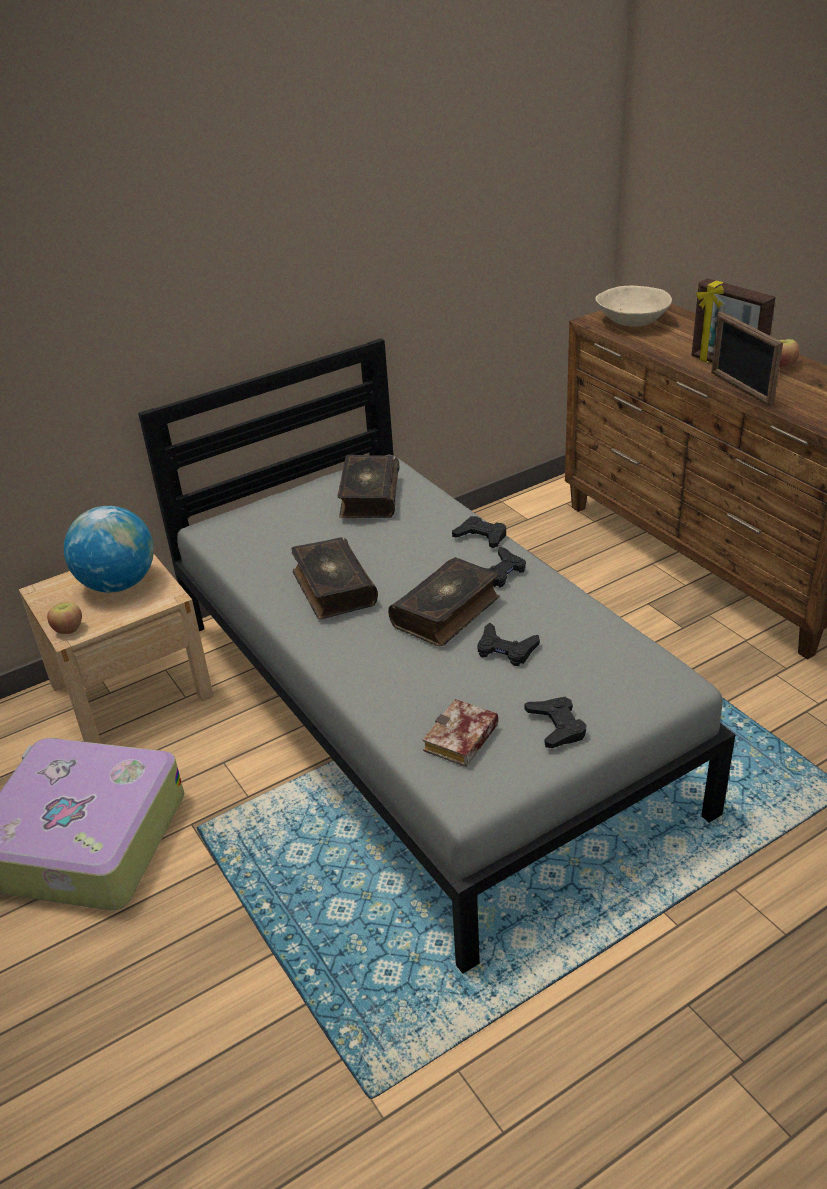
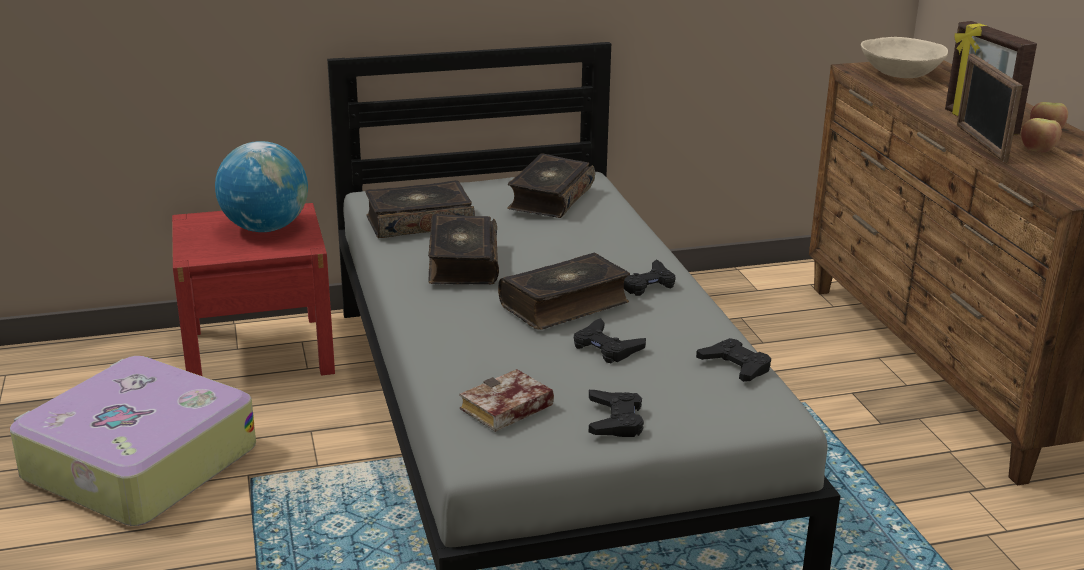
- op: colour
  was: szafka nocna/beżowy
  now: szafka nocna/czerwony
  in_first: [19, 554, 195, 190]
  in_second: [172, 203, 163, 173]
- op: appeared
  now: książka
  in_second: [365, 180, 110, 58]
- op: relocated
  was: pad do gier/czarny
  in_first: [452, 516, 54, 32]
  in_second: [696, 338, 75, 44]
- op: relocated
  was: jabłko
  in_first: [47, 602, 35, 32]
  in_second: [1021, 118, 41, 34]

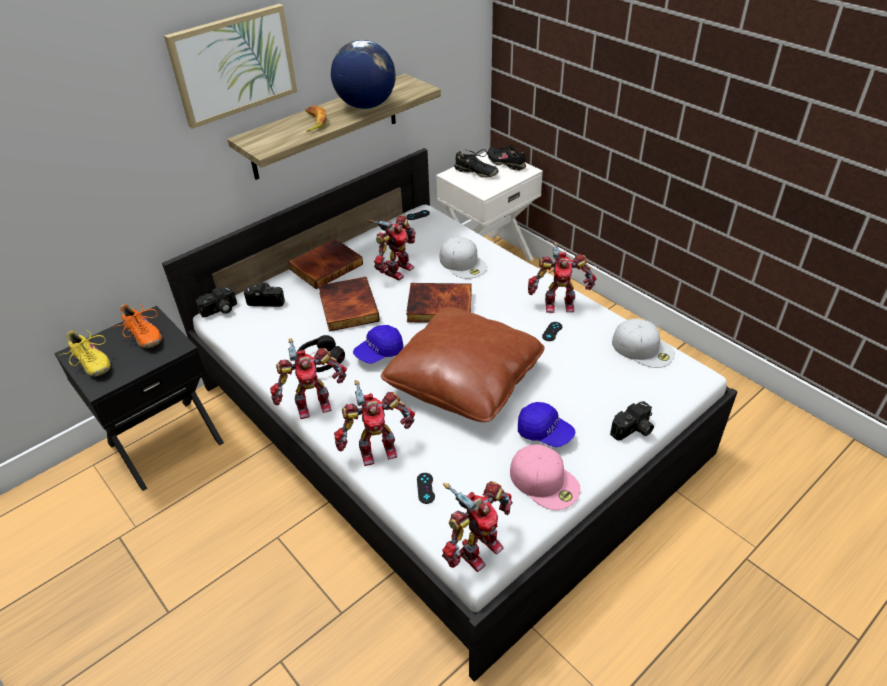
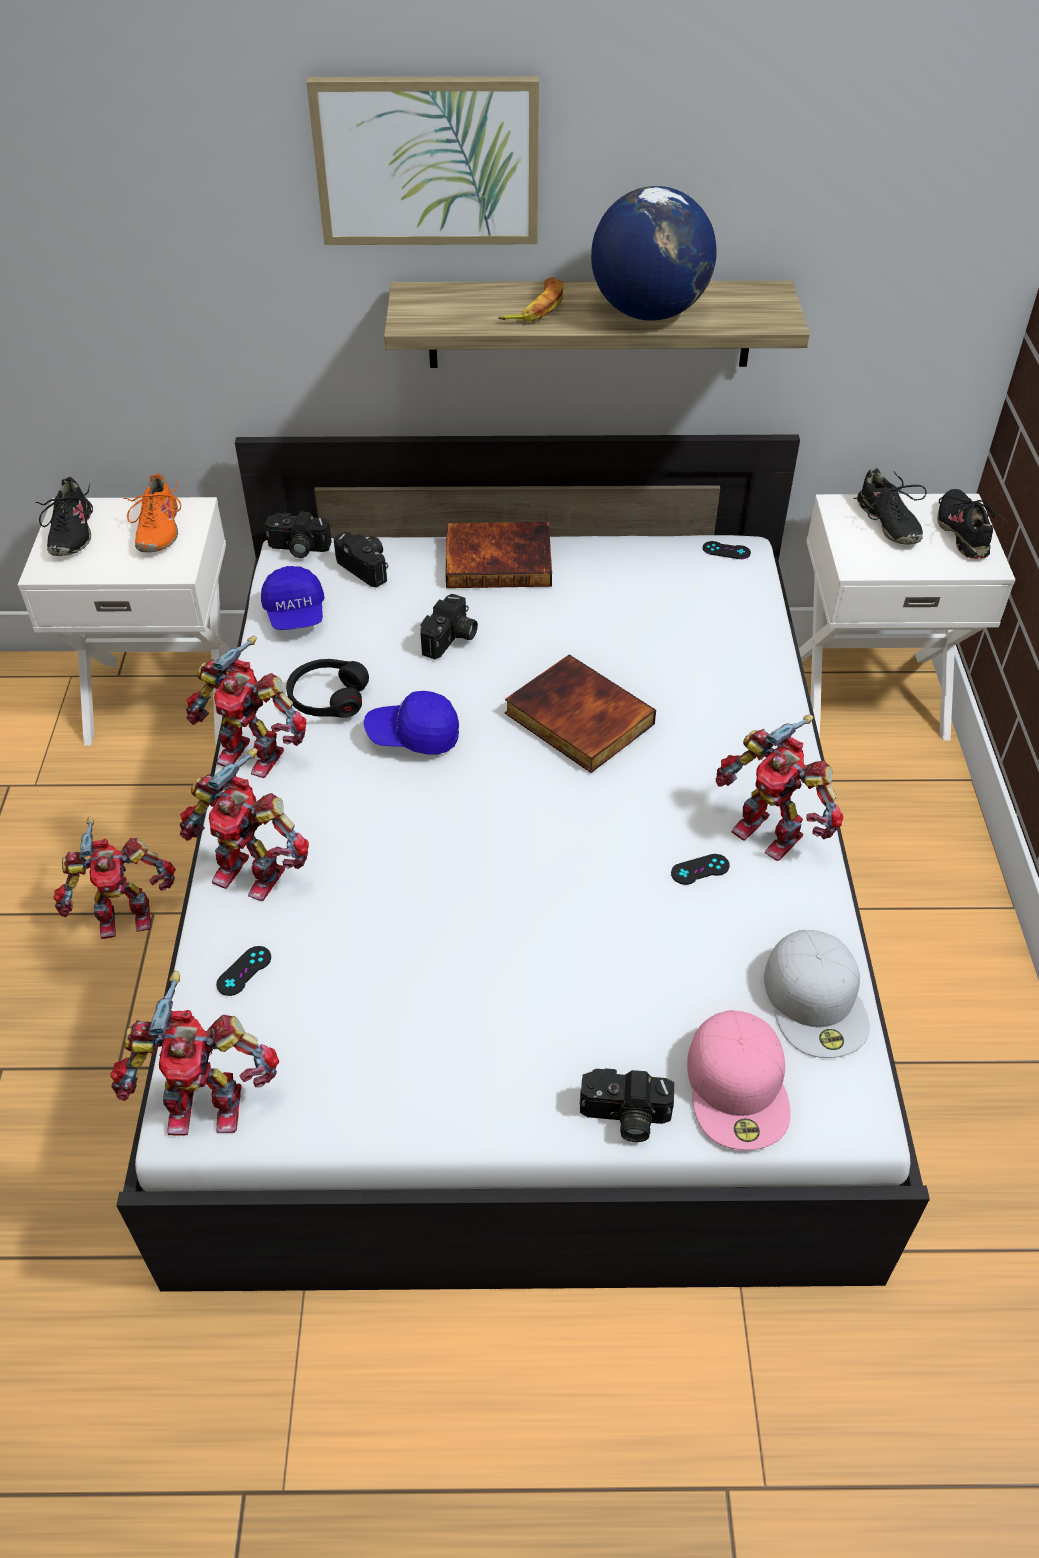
- op: colour
  was: szafka nocna/czarny
  now: szafka nocna/biały
  in_first: [54, 306, 170, 185]
  in_second: [18, 497, 213, 249]
- op: colour
  was: but/żółty
  now: but/czarny
  in_first: [59, 329, 52, 47]
  in_second: [35, 476, 58, 80]
- op: relocated
  was: robot zabawkowy
  in_first: [368, 215, 48, 65]
  in_second: [54, 817, 122, 122]
- op: relocated
  was: czapka z daszkiem/niebieski
  in_first: [518, 402, 57, 45]
  in_second: [261, 566, 64, 64]
- op: exchanged
  was: książka
  now: aparat fotograficzny
  in_first: [318, 277, 62, 55]
  in_second: [420, 594, 58, 65]
- op: relocated
  was: czapka z daszkiem/różowy
  in_first: [510, 444, 71, 66]
  in_second: [687, 1010, 104, 140]
- op: missing
  was: poduszka/brązowy
  in_first: [381, 307, 163, 115]
- op: missing
  was: czapka z daszkiem/biały
  in_first: [440, 237, 47, 42]

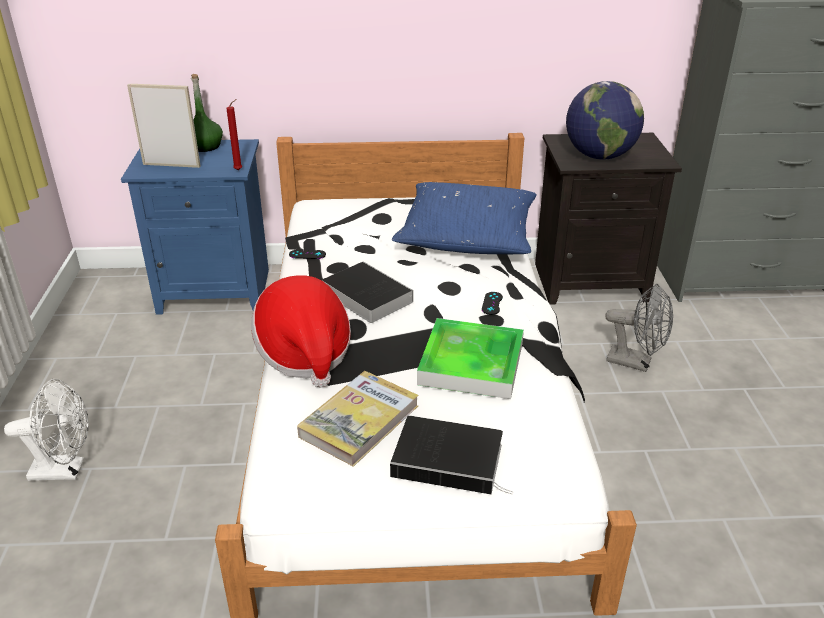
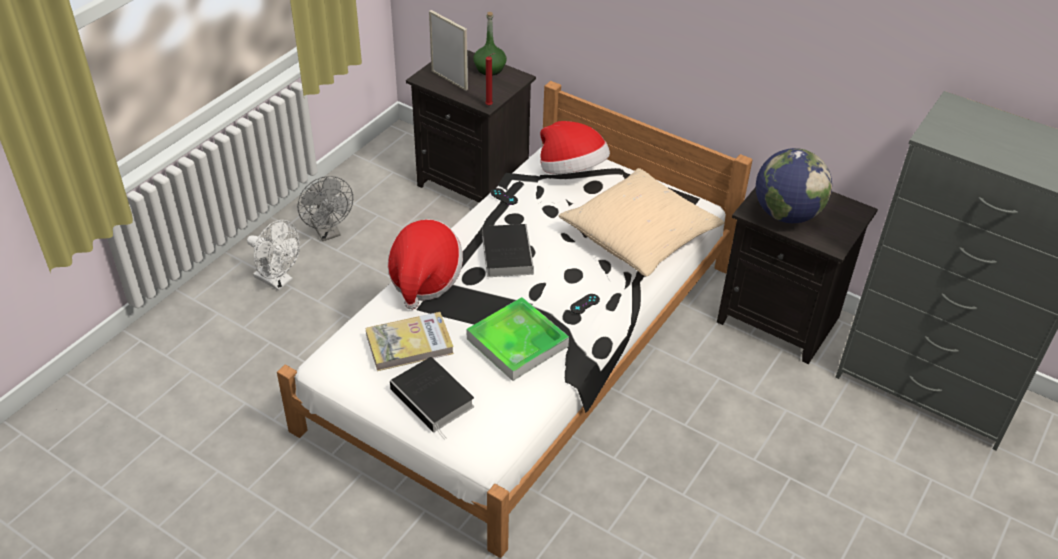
- op: relocated
  was: wentylator/szary
  in_first: [605, 284, 68, 88]
  in_second: [297, 176, 56, 65]
- op: colour
  was: szafka nocna/niebieski
  now: szafka nocna/czarny
  in_first: [121, 139, 148, 176]
  in_second: [406, 50, 130, 153]
- op: appeared
  now: kapelusz
  in_second: [540, 121, 70, 53]
- op: colour
  was: poduszka/niebieski
  now: poduszka/beżowy
  in_first: [392, 182, 145, 72]
  in_second: [558, 168, 167, 109]

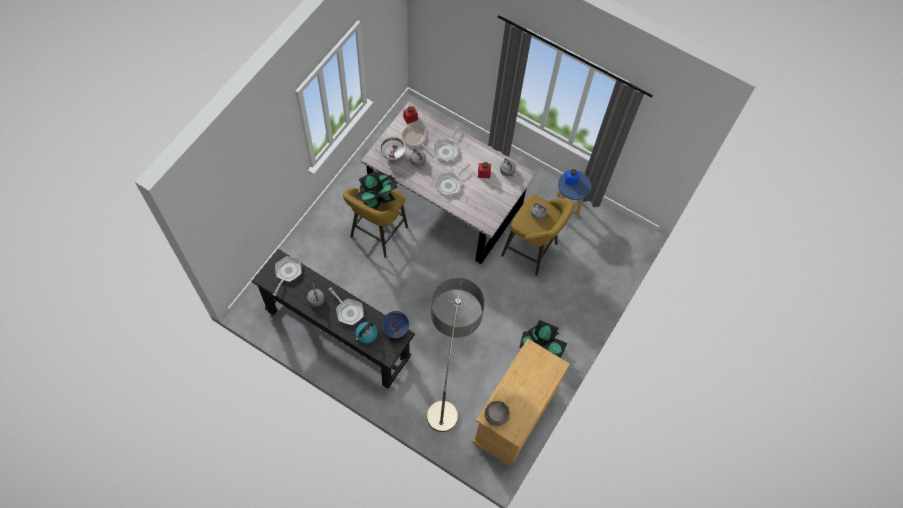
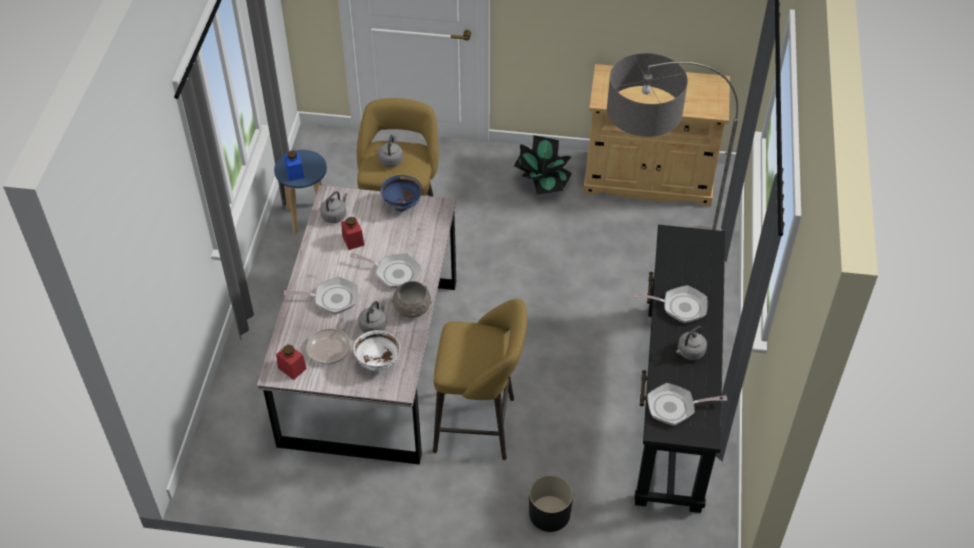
- op: relocated
  was: miska/niebieski
  in_first: [382, 311, 27, 27]
  in_second: [380, 175, 42, 36]
- op: relocated
  was: miska/szary
  in_first: [485, 401, 25, 25]
  in_second: [392, 281, 40, 37]
- op: appeared
  now: donica/czarny
  in_second: [529, 475, 44, 57]
- op: spun
  was: patelnia
  in_first: [328, 287, 36, 38]
  in_second: [633, 285, 75, 38]
  clockwise: 75
- op: missing
  was: roślina doniczkowa
  in_first: [355, 171, 43, 39]
- op: missing
  was: czajnik
  in_first: [355, 322, 23, 22]

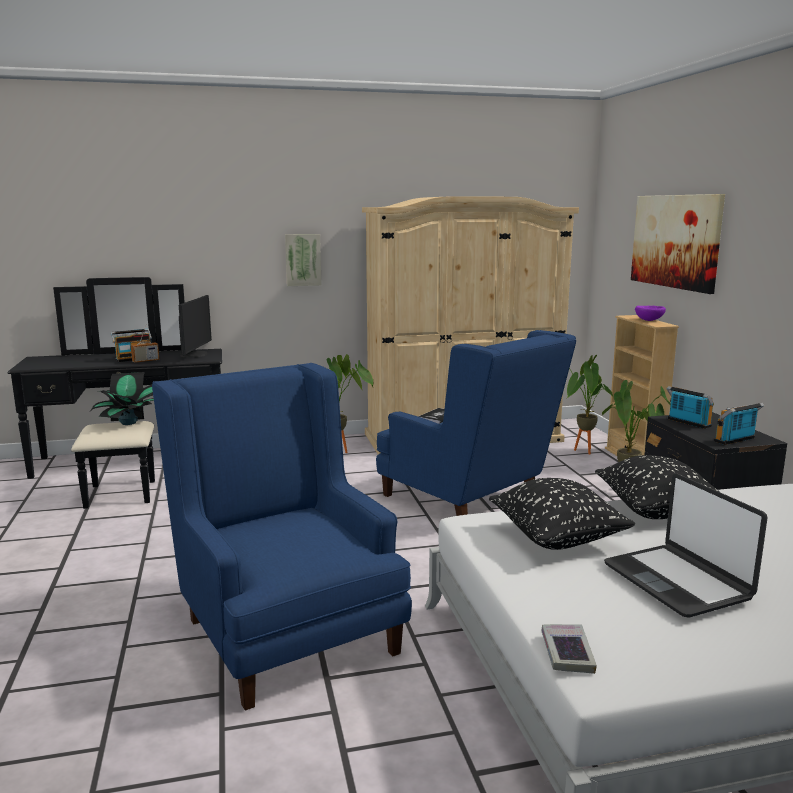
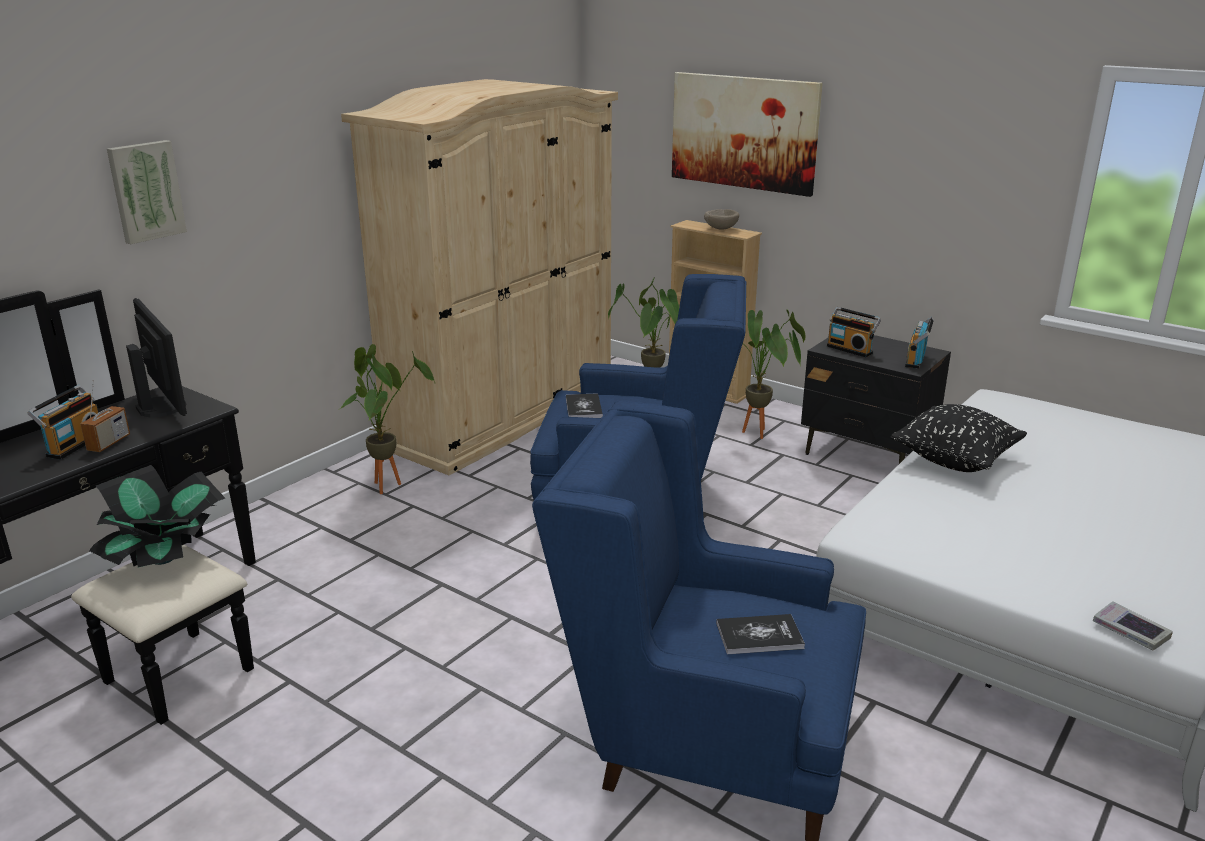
- op: relocated
  was: obraz
  in_first: [285, 234, 37, 52]
  in_second: [107, 140, 80, 104]
- op: colour
  was: miska/fioletowy
  now: miska/beżowy
  in_first: [635, 306, 31, 15]
  in_second: [704, 209, 35, 21]
- op: appeared
  now: książka
  in_second: [716, 614, 89, 40]
- op: spun
  was: radio
  in_first: [666, 386, 48, 43]
  in_second: [827, 307, 54, 50]
  clockwise: -150
- op: missing
  was: poduszka/czarny
  in_first: [489, 478, 146, 72]
- op: missing
  was: laptop
  in_first: [604, 473, 163, 145]

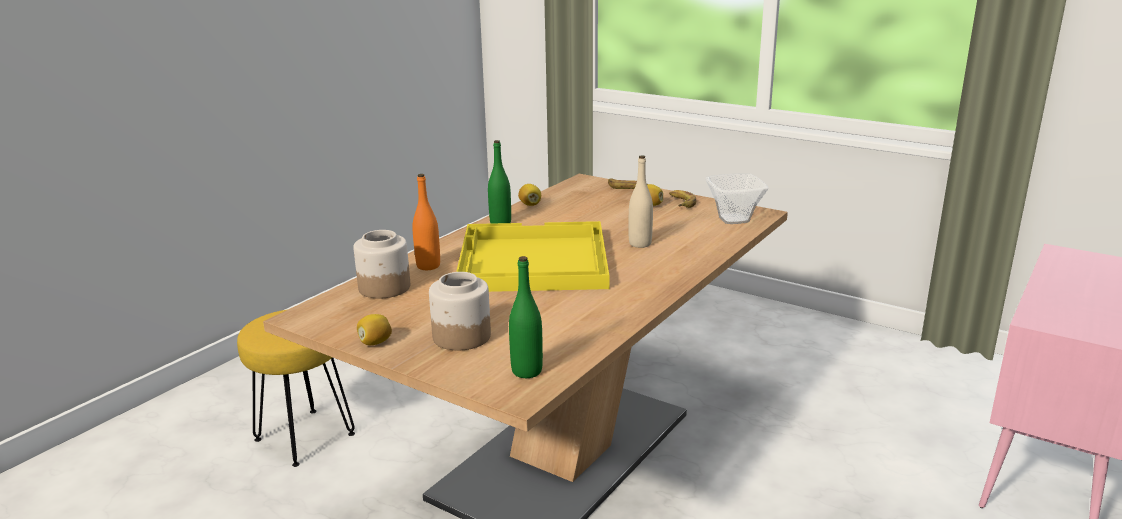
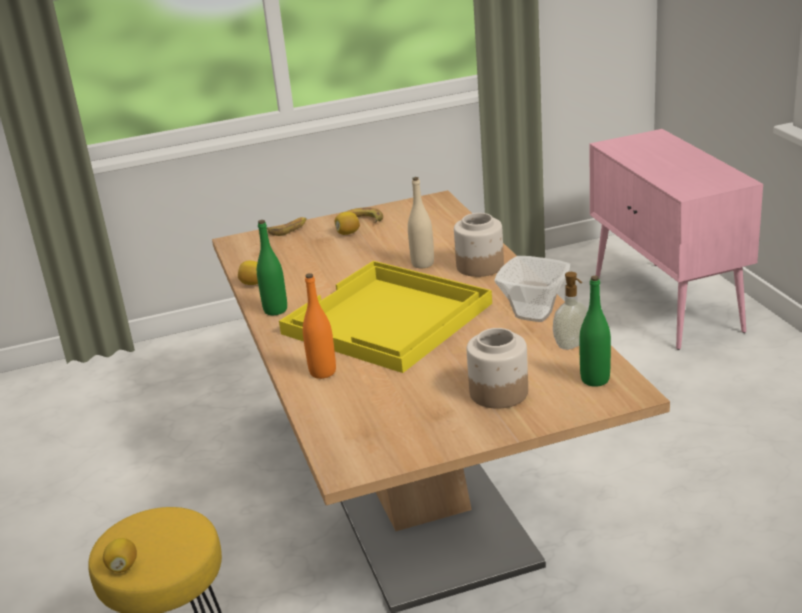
- op: relocated
  was: cytryna
  in_first: [357, 314, 35, 31]
  in_second: [103, 538, 34, 35]
- op: relocated
  was: słoik
  in_first: [353, 230, 57, 69]
  in_second: [454, 213, 50, 64]
- op: relocated
  was: miska
  in_first: [706, 173, 62, 51]
  in_second: [495, 256, 75, 66]
- op: appeared
  now: dozownik mydła
  in_second: [553, 272, 35, 78]

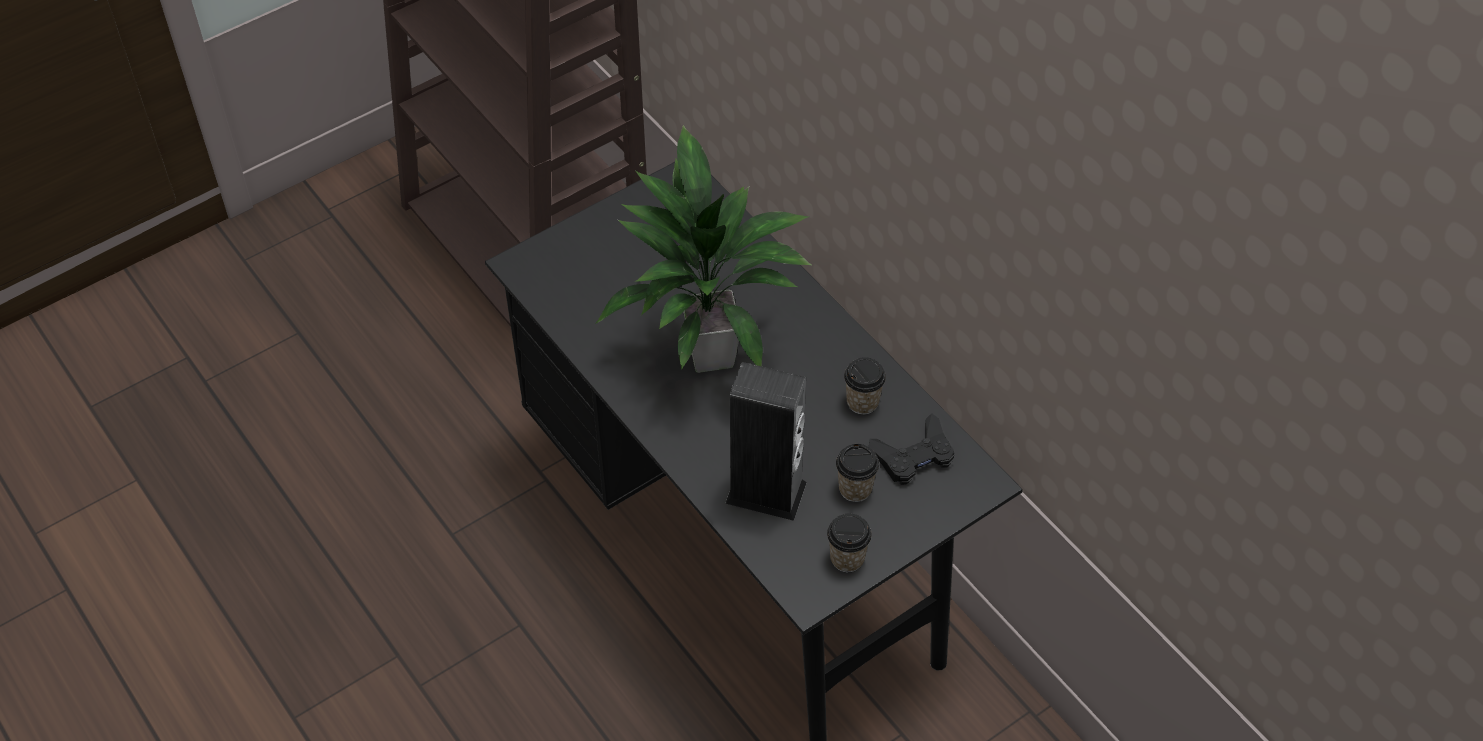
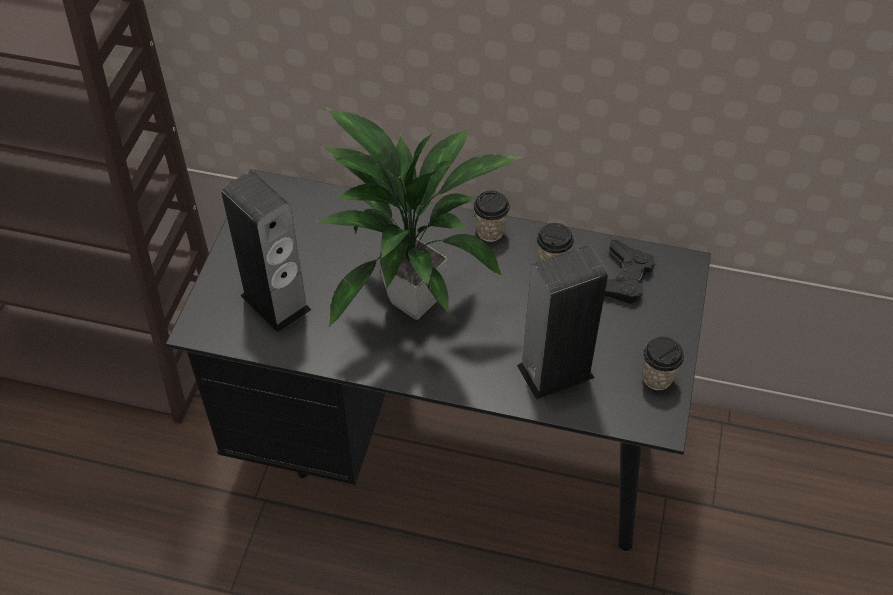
- op: appeared
  now: głośnik
  in_second: [221, 171, 90, 162]
- op: relocated
  was: filiżanka
  in_first: [836, 444, 43, 58]
  in_second: [473, 190, 37, 52]

